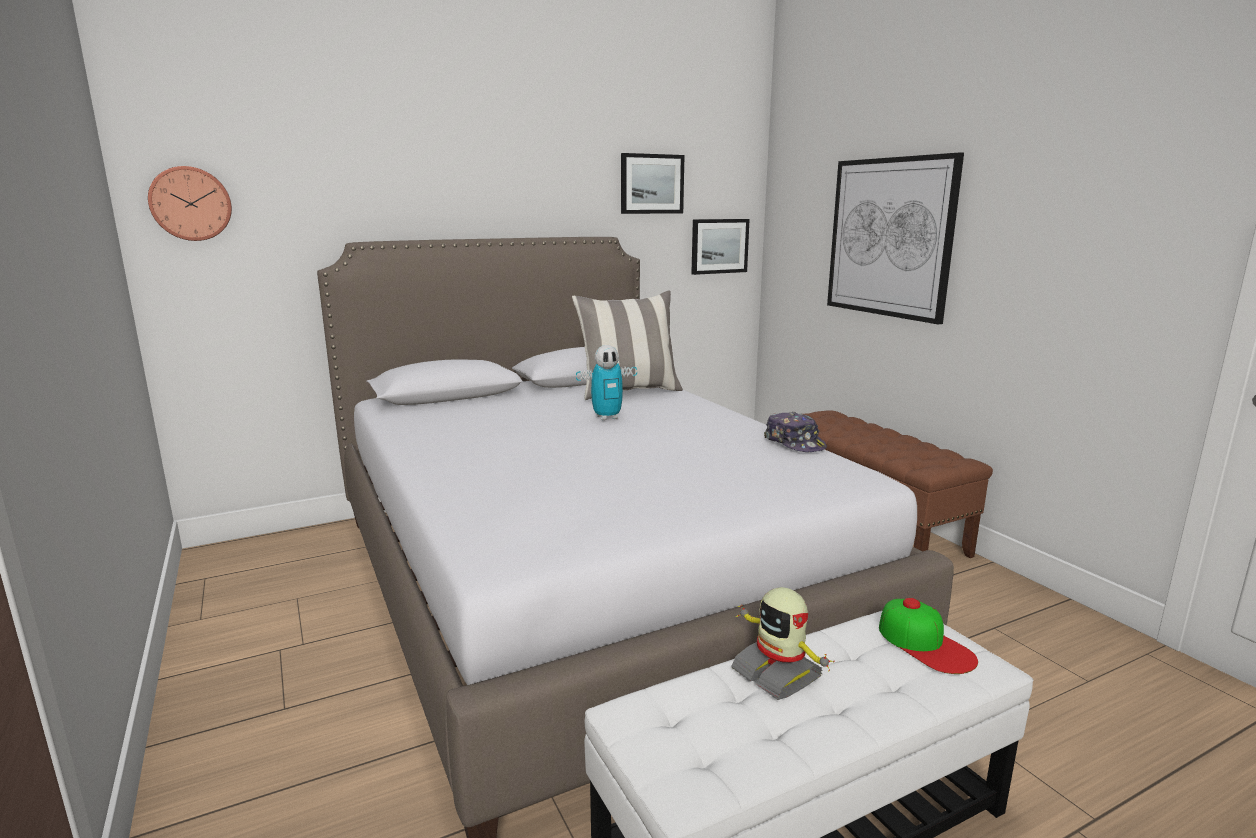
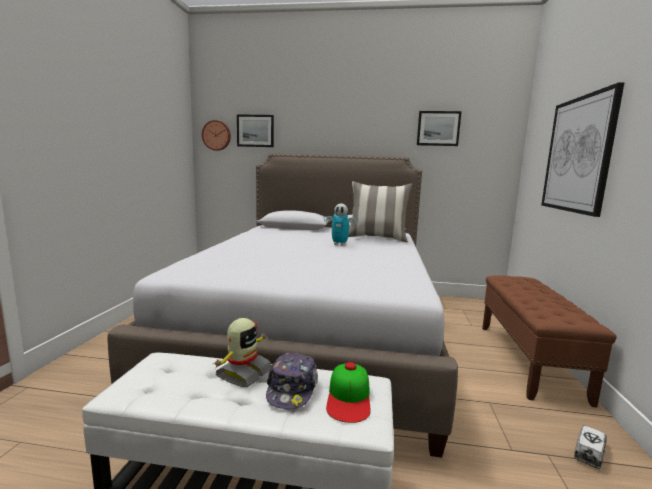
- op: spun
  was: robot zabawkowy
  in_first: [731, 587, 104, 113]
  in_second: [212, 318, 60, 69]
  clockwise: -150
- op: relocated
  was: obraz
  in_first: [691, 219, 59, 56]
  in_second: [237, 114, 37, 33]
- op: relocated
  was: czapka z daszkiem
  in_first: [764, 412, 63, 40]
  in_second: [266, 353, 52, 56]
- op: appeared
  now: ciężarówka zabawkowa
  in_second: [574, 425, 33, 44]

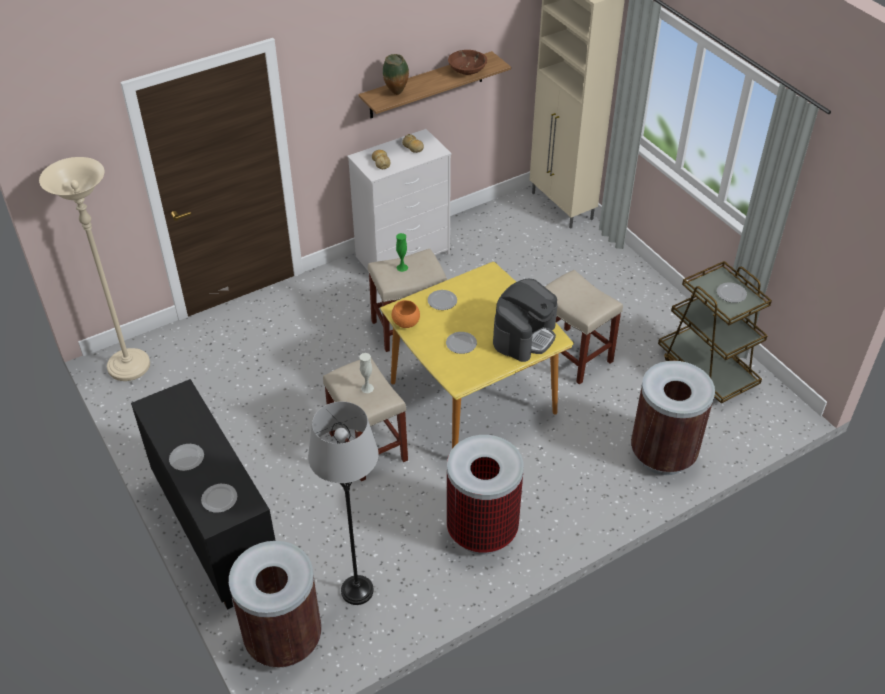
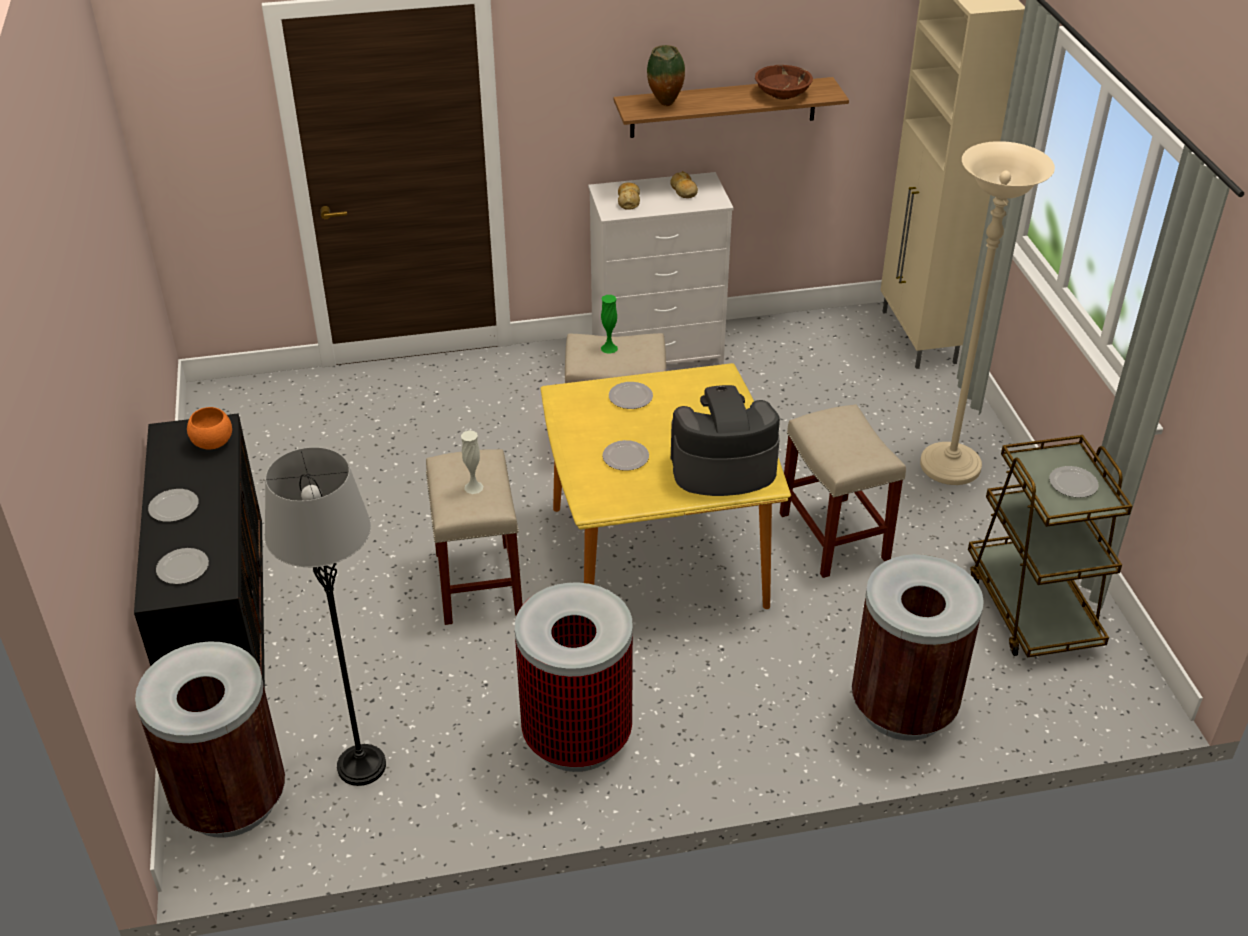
- op: relocated
  was: miska/pomarańczowy
  in_first: [391, 300, 29, 28]
  in_second: [187, 407, 45, 43]
- op: spun
  was: ekspres do kawy
  in_first: [493, 279, 64, 83]
  in_second: [671, 385, 109, 111]
  clockwise: -150
- op: relocated
  was: lampa stojąca/beżowy
  in_first: [39, 157, 111, 224]
  in_second: [920, 141, 135, 344]

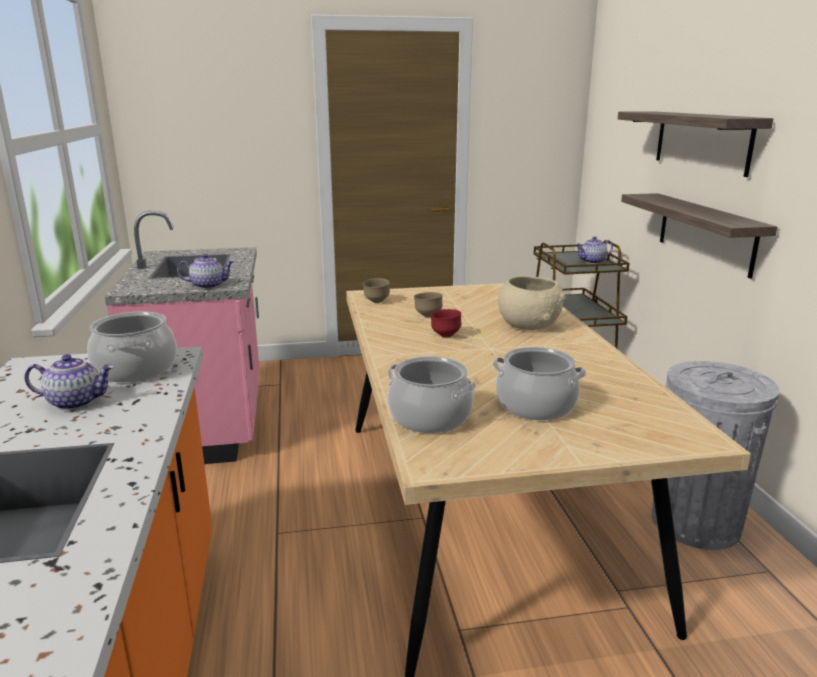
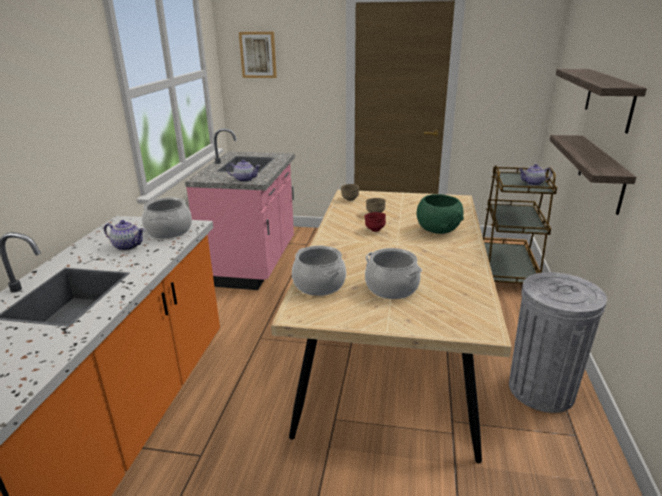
- op: appeared
  now: obraz
  in_second: [239, 32, 38, 46]
- op: colour
  was: miska/beżowy
  now: miska/zielony
  in_first: [498, 276, 67, 54]
  in_second: [417, 194, 47, 40]

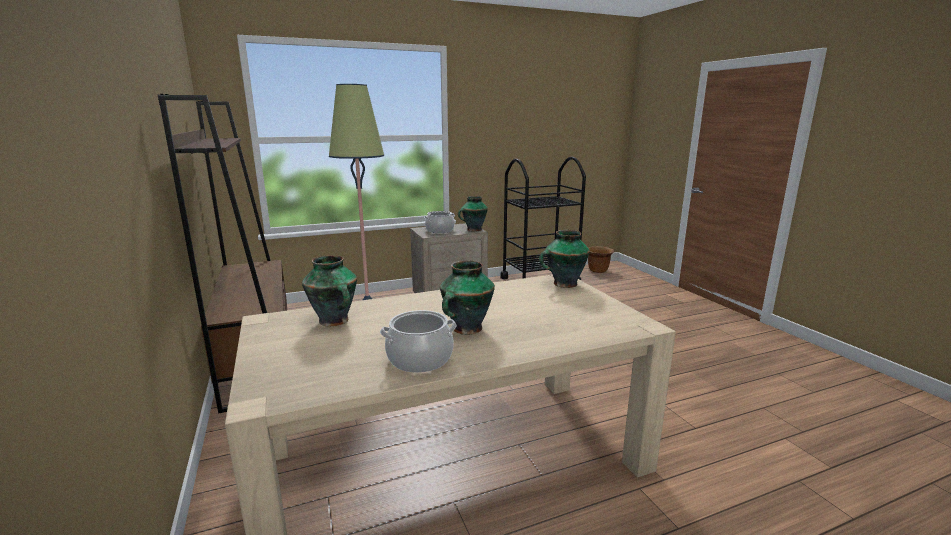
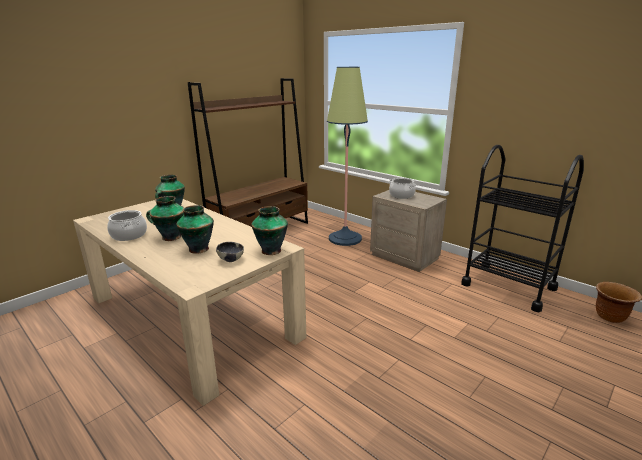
- op: relocated
  was: wazon
  in_first: [458, 196, 30, 36]
  in_second: [176, 205, 38, 49]
- op: appeared
  now: miska
  in_second: [216, 242, 28, 20]

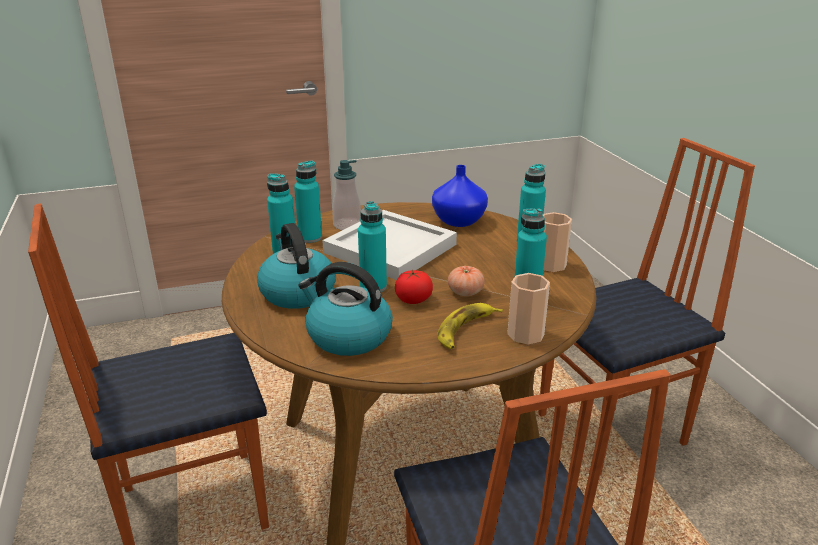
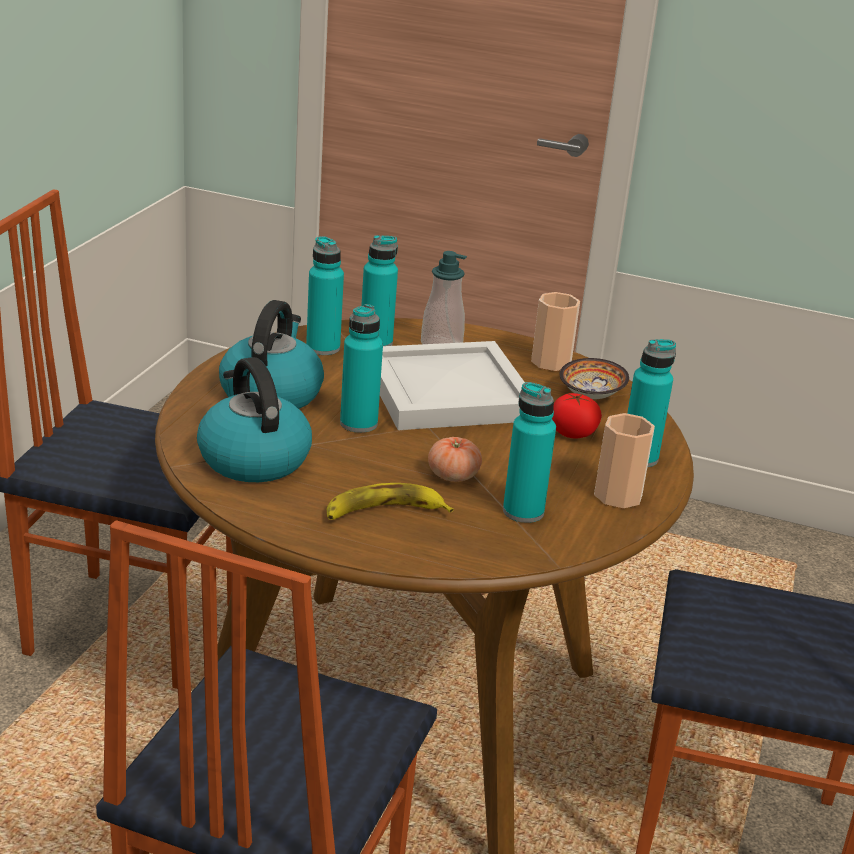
- op: relocated
  was: filiżanka
  in_first: [507, 273, 43, 72]
  in_second: [531, 292, 49, 79]
- op: relocated
  was: pomidor
  in_first: [395, 270, 38, 34]
  in_second: [552, 393, 50, 46]
- op: exchanged
  was: wazon/niebieski
  now: miska
  in_first: [432, 165, 56, 62]
  in_second: [559, 358, 70, 41]

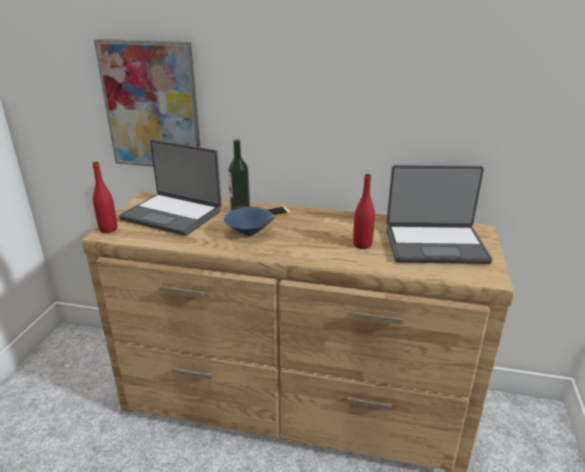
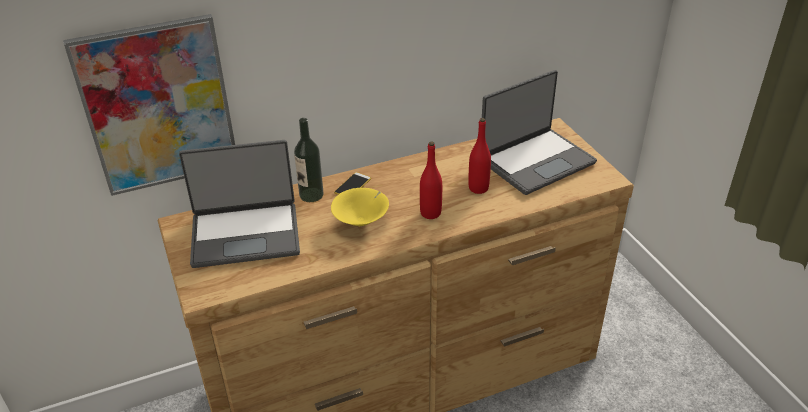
- op: colour
  was: miska/niebieski
  now: miska/żółty
  in_first: [224, 207, 51, 30]
  in_second: [331, 188, 58, 39]
- op: relocated
  was: butelka/czerwony
  in_first: [93, 161, 24, 72]
  in_second: [420, 142, 22, 77]

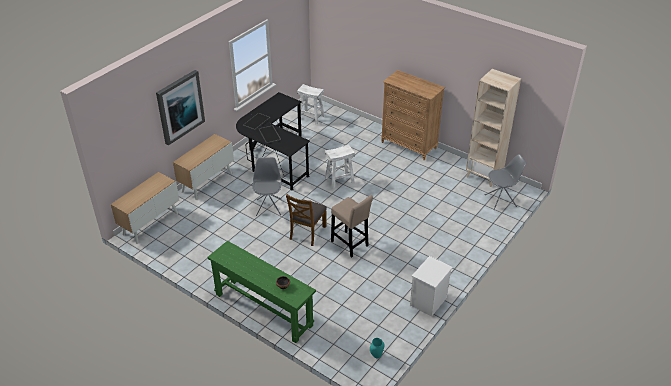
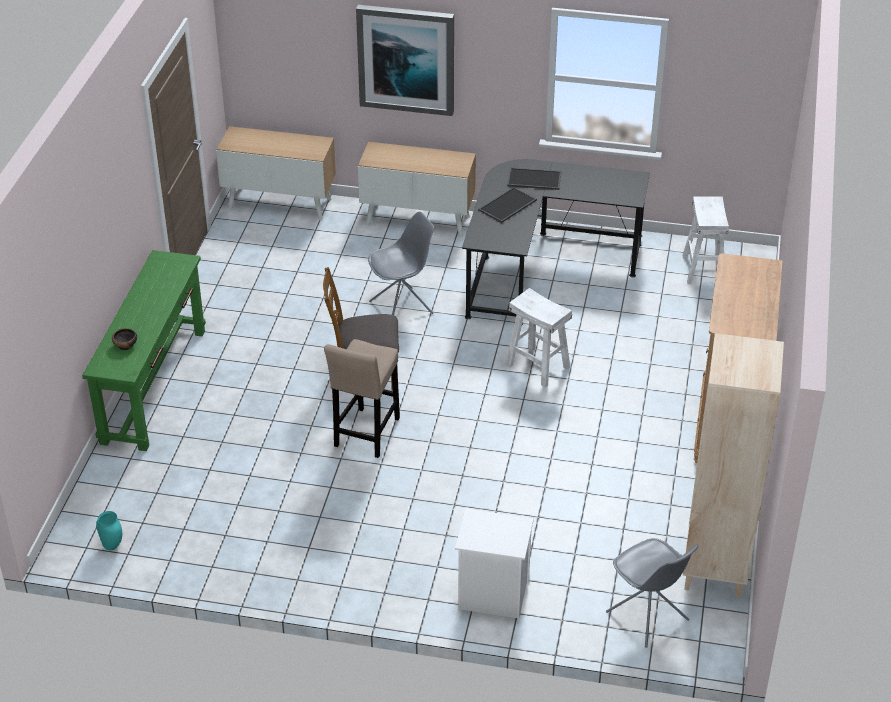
- op: relocated
  was: szafka nocna/biały
  in_first: [410, 256, 43, 61]
  in_second: [455, 509, 79, 110]

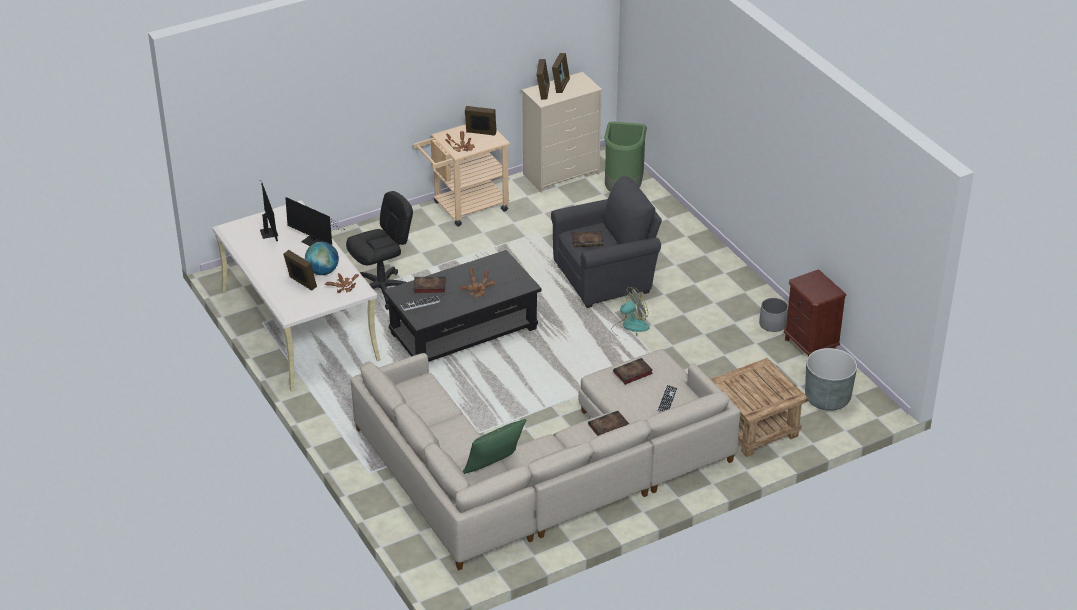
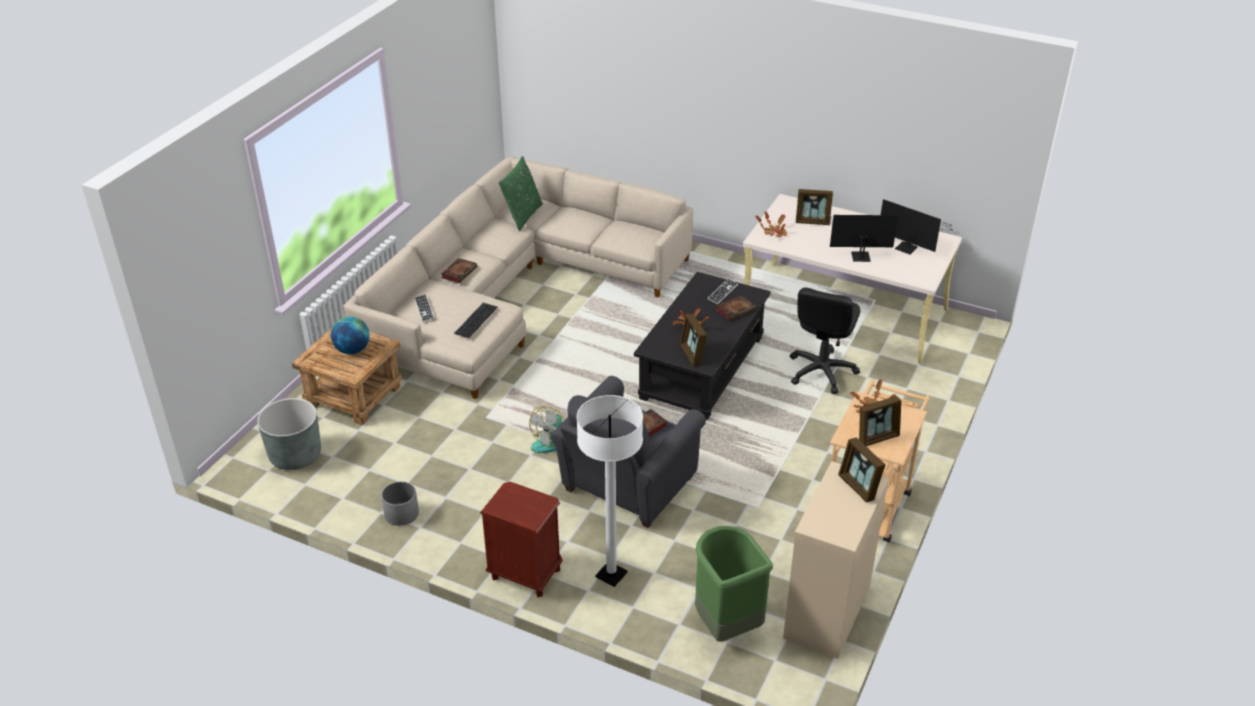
- op: relocated
  was: globus
  in_first: [305, 242, 34, 33]
  in_second: [331, 317, 39, 37]
- op: exchanged
  was: książka
  now: klawiatura
  in_first: [613, 358, 40, 27]
  in_second: [454, 303, 44, 35]
- op: relocated
  was: szafka nocna/brązowy
  in_first: [784, 269, 62, 87]
  in_second: [480, 482, 83, 115]
- op: appeared
  now: lampa stojąca/biały
  in_second: [577, 395, 66, 192]
- op: relocated
  was: ramka na zdjęcie
  in_first: [552, 53, 18, 40]
  in_second: [680, 314, 27, 52]

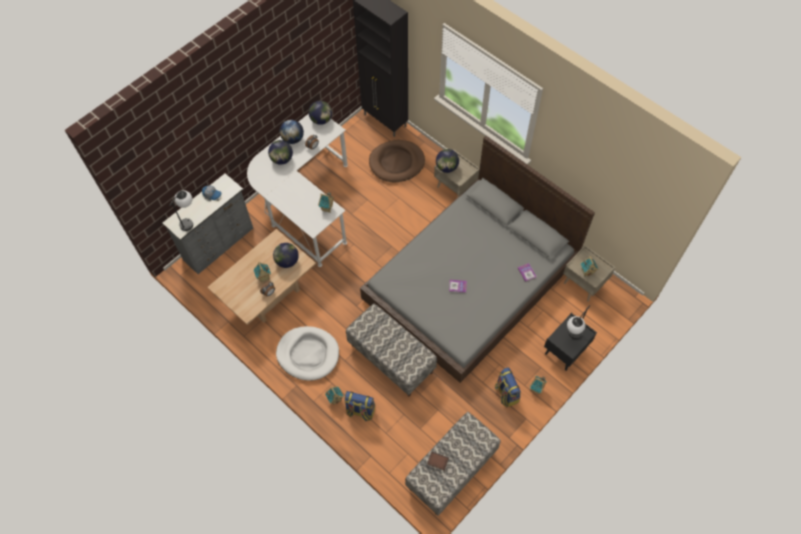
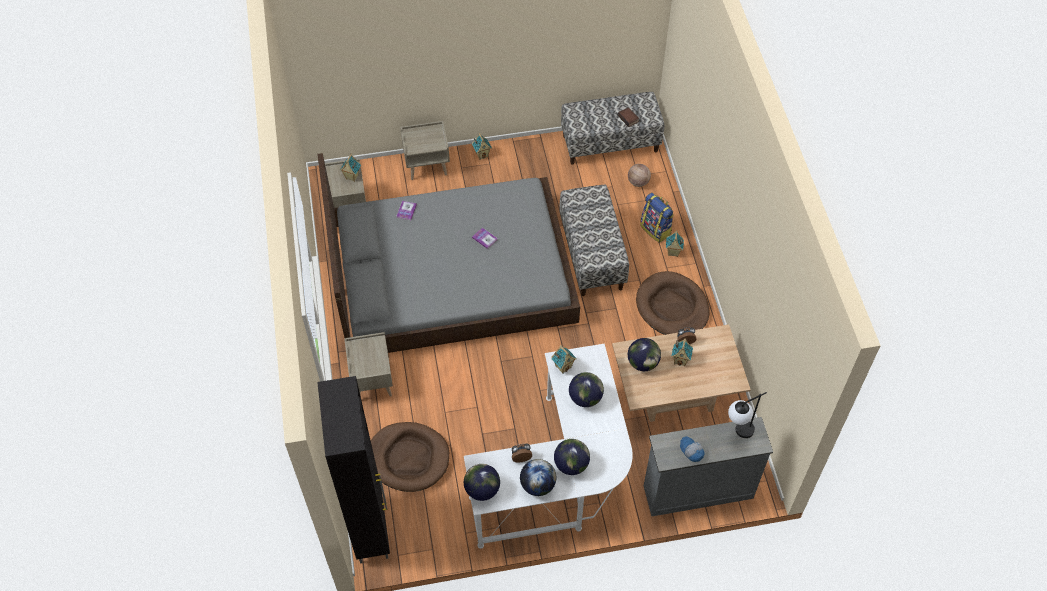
- op: colour
  was: szafka nocna/czarny
  now: szafka nocna/beżowy
  in_first: [544, 313, 53, 58]
  in_second: [400, 121, 50, 59]
- op: relocated
  was: globus
  in_first: [436, 149, 23, 24]
  in_second: [569, 372, 35, 35]
- op: appeared
  now: piłka do koszykówki
  in_second: [628, 164, 23, 23]
- op: colour
  was: legowisko/biały
  now: legowisko/brązowy
  in_first: [276, 326, 63, 55]
  in_second: [636, 271, 74, 64]
- op: missing
  was: plecak
  in_first: [495, 367, 26, 40]
- op: missing
  was: lampa stołowa
  in_first: [567, 305, 23, 34]

